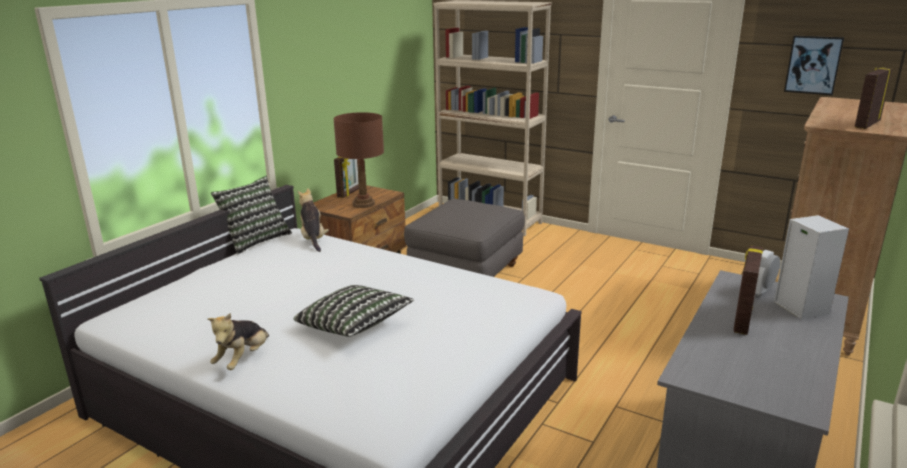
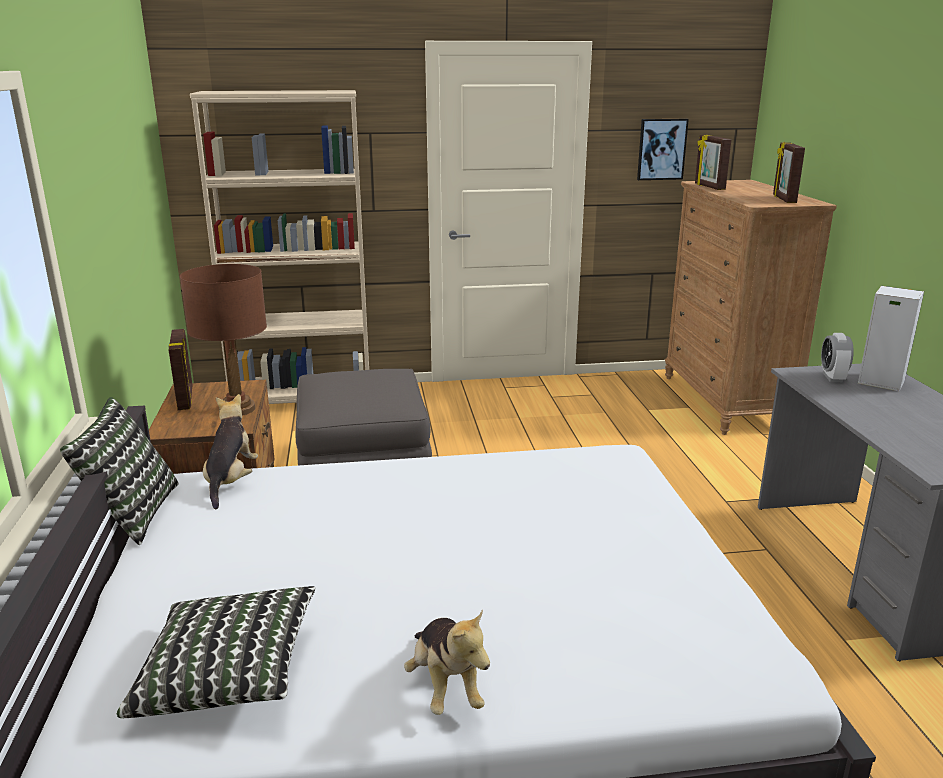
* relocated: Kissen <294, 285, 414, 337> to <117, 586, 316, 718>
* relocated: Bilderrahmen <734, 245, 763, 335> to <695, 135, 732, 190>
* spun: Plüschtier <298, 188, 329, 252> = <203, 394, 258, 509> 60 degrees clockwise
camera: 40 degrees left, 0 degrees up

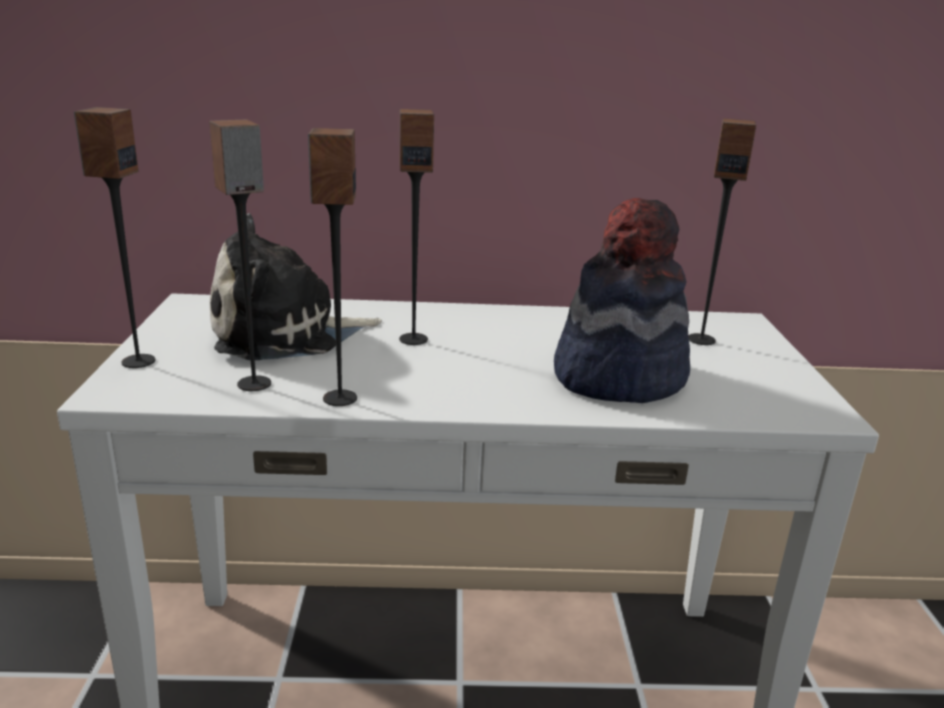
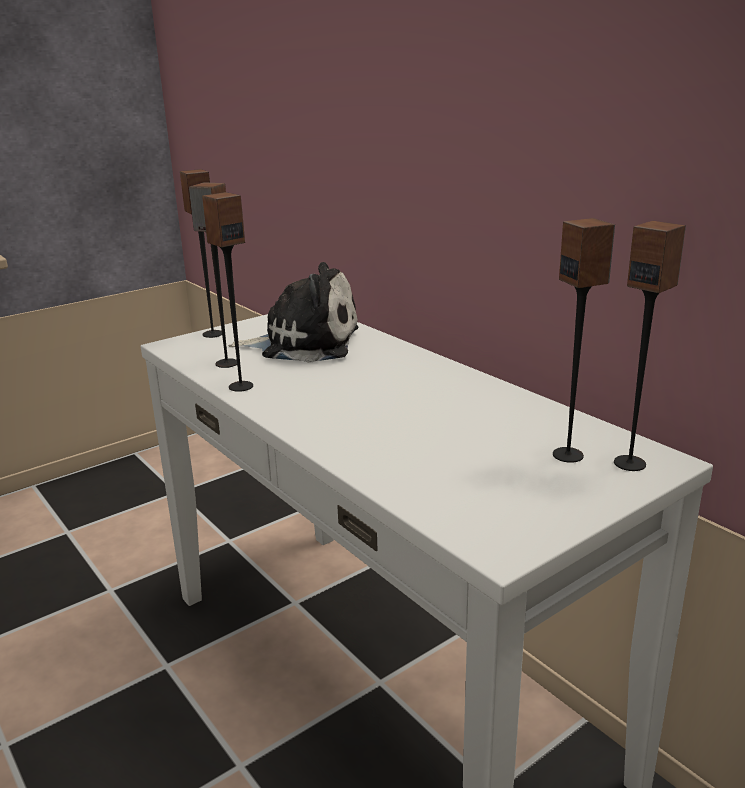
* missing: Hut <554, 198, 690, 403>
* relocated: Lautsprecher <399, 109, 434, 345> to <614, 221, 686, 471>
* spun: Plüschtier <210, 213, 382, 360> = <228, 262, 358, 363> 150 degrees clockwise
camera: 55 degrees right, 0 degrees up

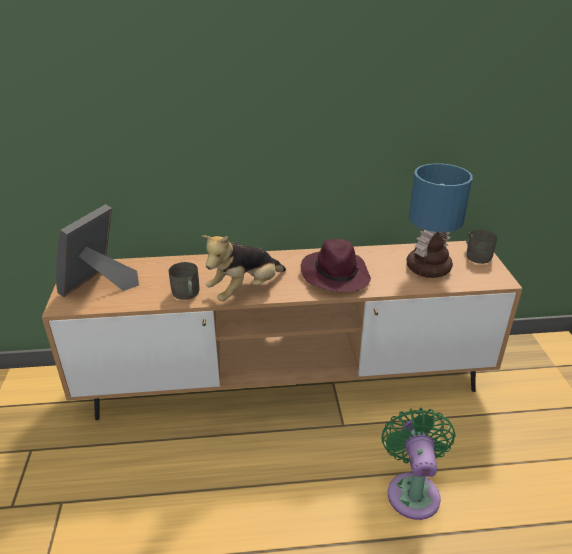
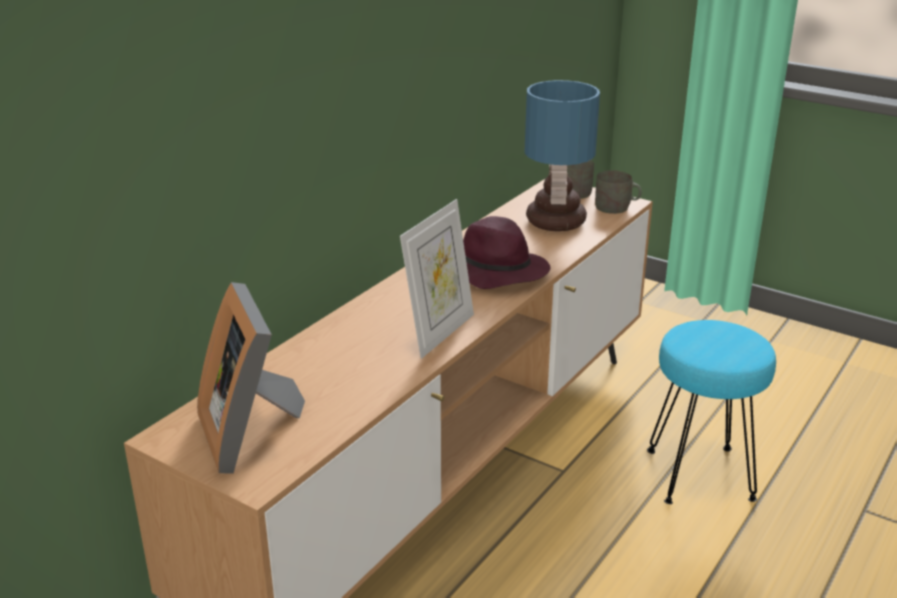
* relocated: Henkelbecher/grau <169, 262, 199, 300> to <595, 170, 642, 214>
* exchanged: Plüschtier <201, 235, 286, 301> to Bilderrahmen <400, 199, 474, 359>
* exchanged: Ventilator/grün <381, 408, 455, 520> to Hocker/türkis <647, 320, 776, 504>
camera: 50 degrees left, 5 degrees down

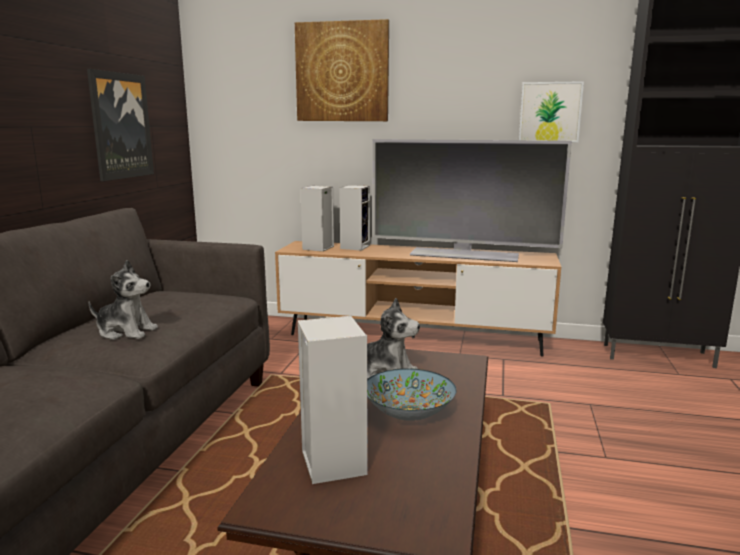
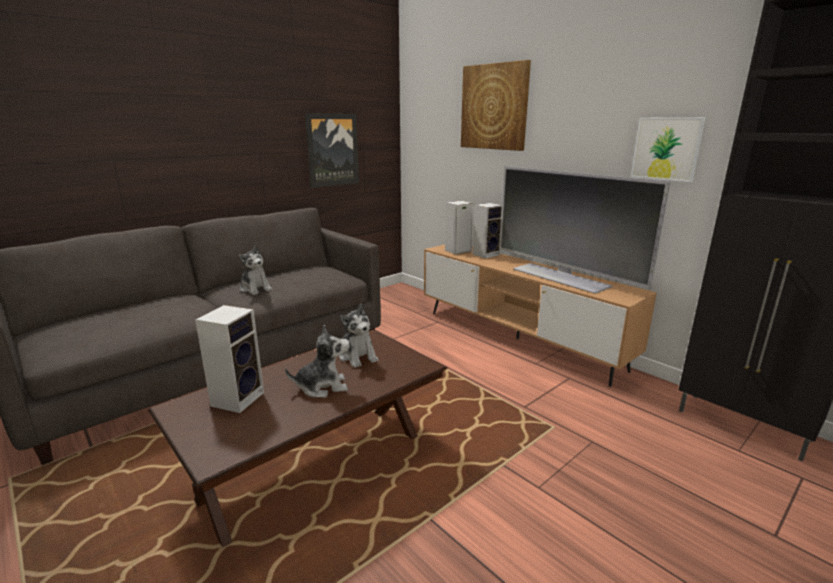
* exchanged: Schüssel <367, 368, 456, 421> to Plüschtier <285, 325, 350, 398>
camera: 35 degrees right, 5 degrees up

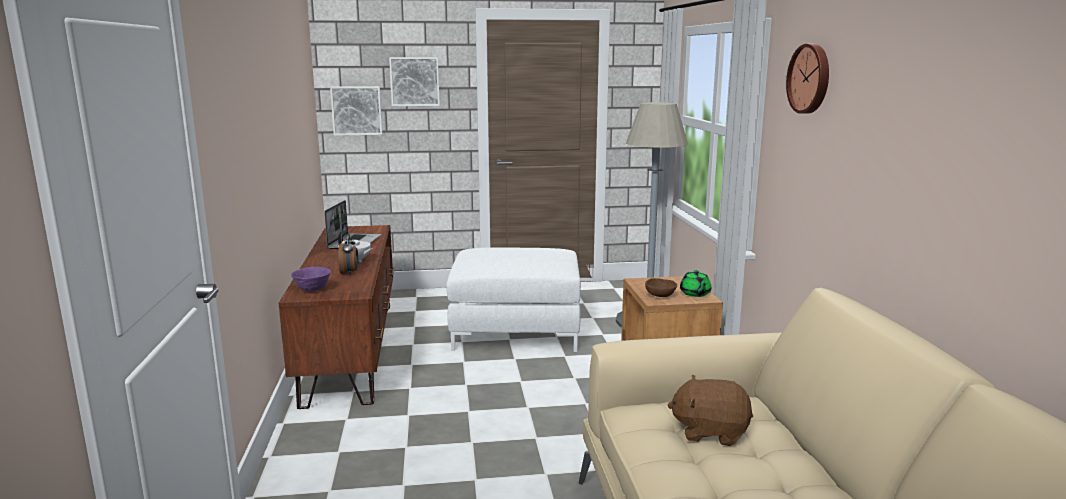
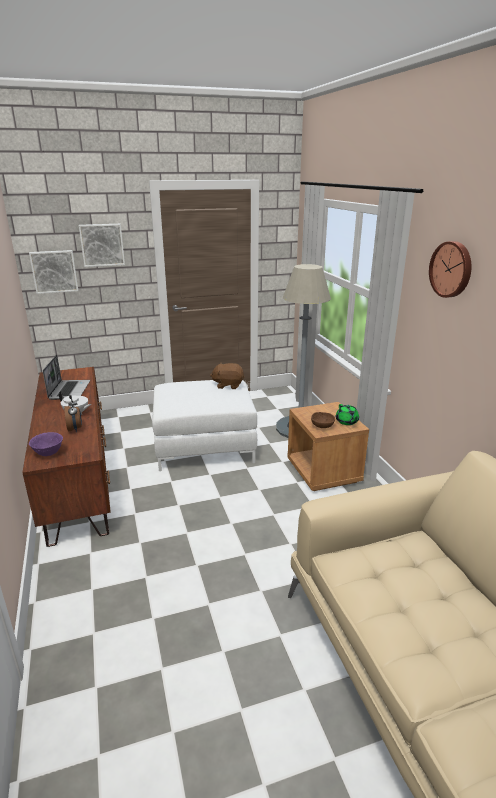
* relocated: Plüschtier/braun <668, 374, 753, 446> to <210, 363, 245, 389>
camera: 10 degrees left, 10 degrees up

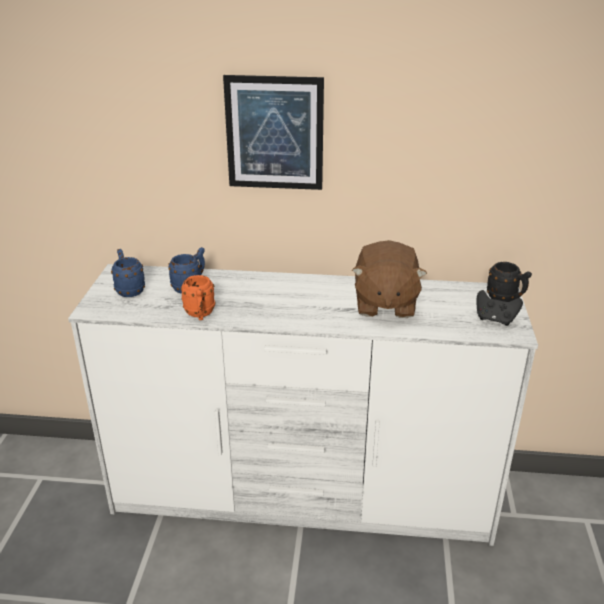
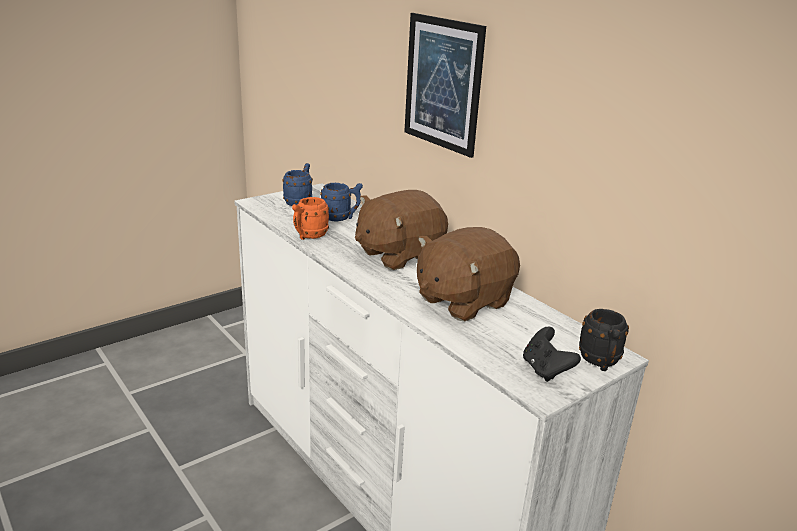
* appeared: Plüschtier/braun <355, 190, 448, 270>
camera: 45 degrees right, 5 degrees down

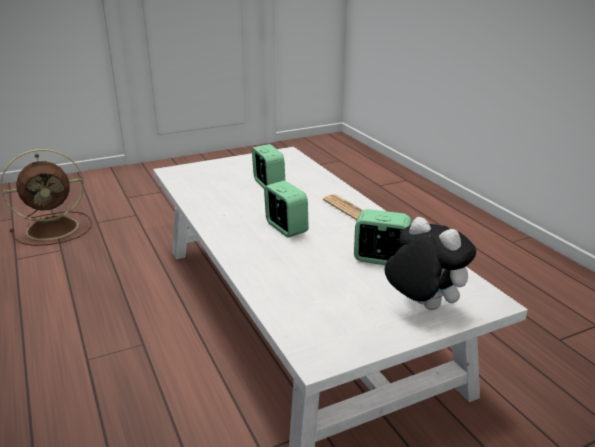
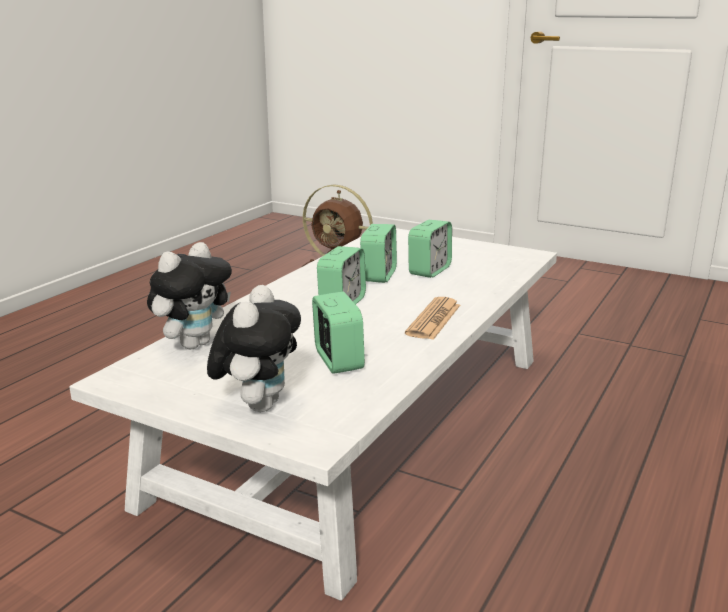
* appeared: Plüschtier <147, 242, 232, 349>
* appeared: Wecker <360, 224, 397, 283>
camera: 55 degrees right, 5 degrees down

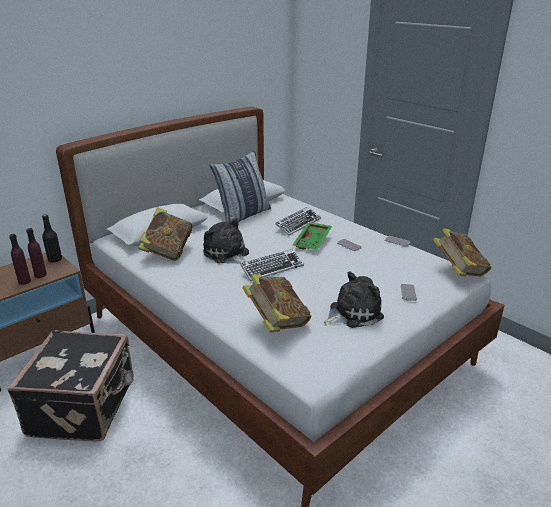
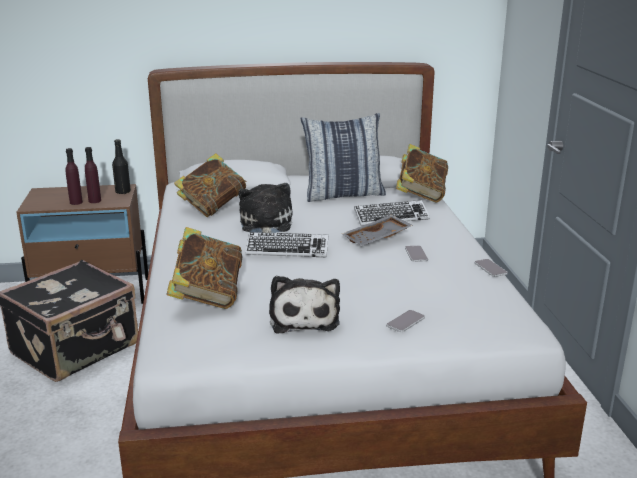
* relocated: Buch <433, 228, 492, 277> to <396, 144, 448, 202>
* colour: Tablett/grün <293, 222, 332, 250> to Tablett/grau <342, 215, 413, 245>
* spun: Plüschtier <323, 271, 384, 328> = <269, 276, 340, 333> 75 degrees clockwise
camera: 35 degrees right, 5 degrees down

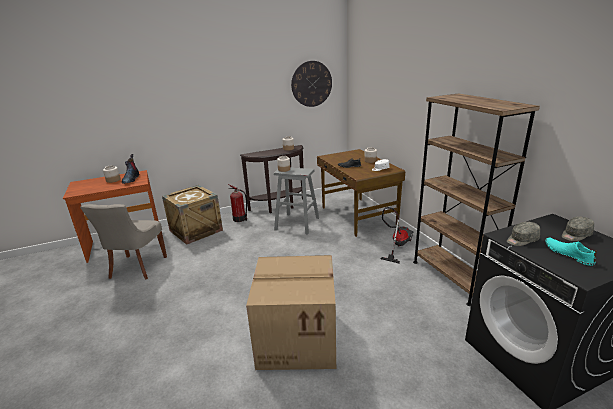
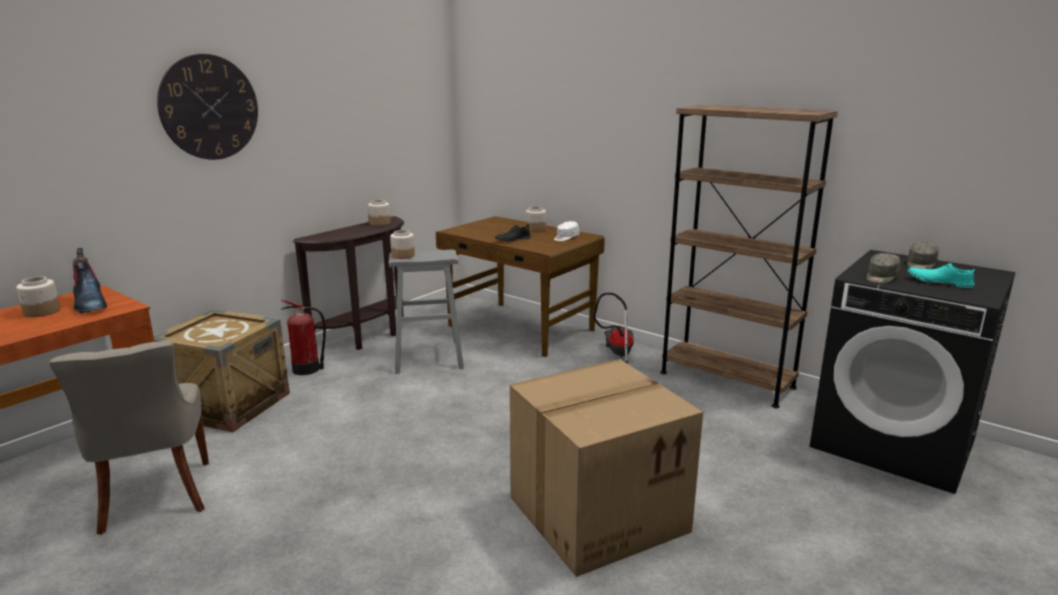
* relocated: Wanduhr <291, 61, 332, 107> to <157, 54, 258, 160>
camera: 30 degrees left, 5 degrees down

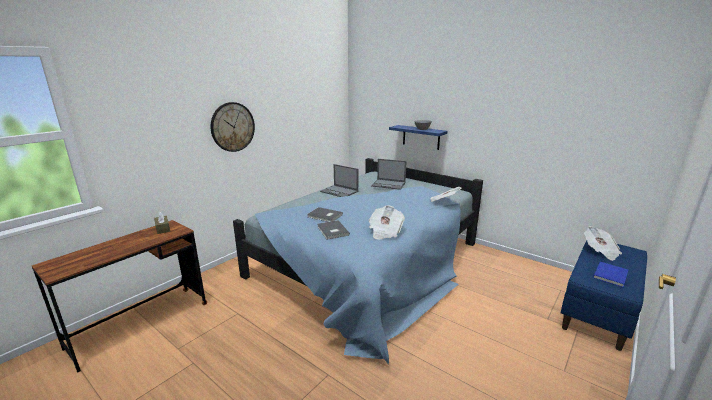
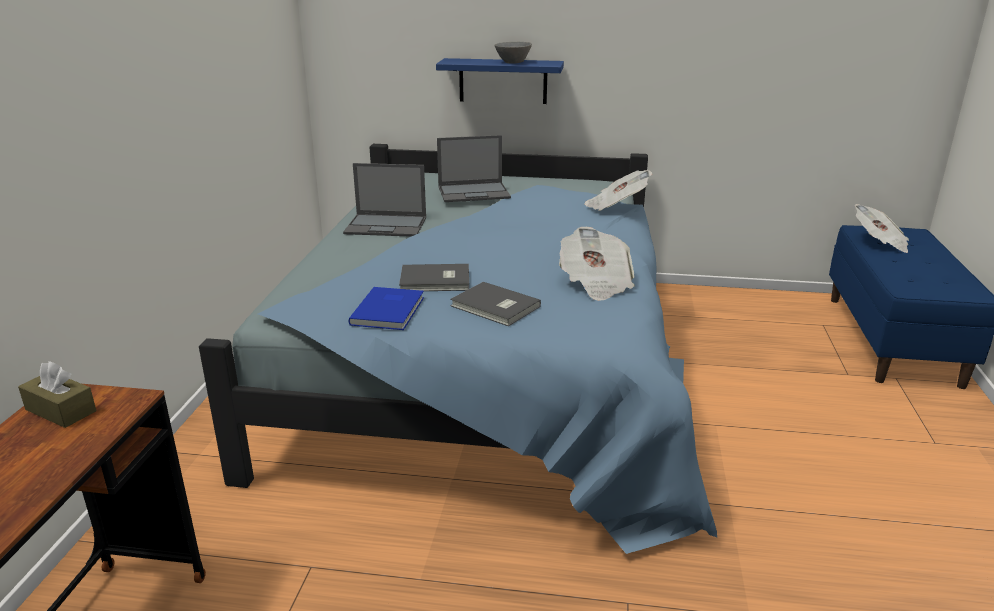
* missing: Wanduhr <210, 102, 255, 152>
* relocated: Buch/blau <593, 262, 628, 287> to <348, 287, 424, 330>
camera: 30 degrees left, 5 degrees up

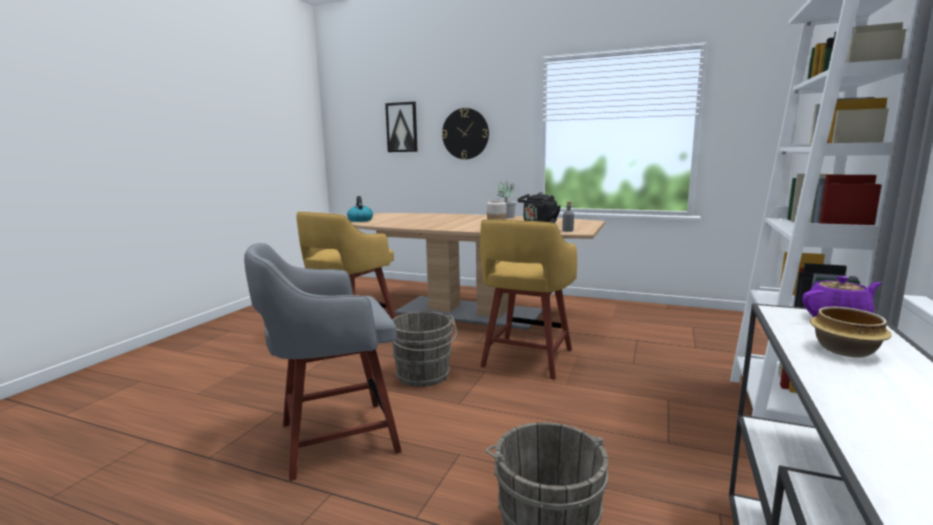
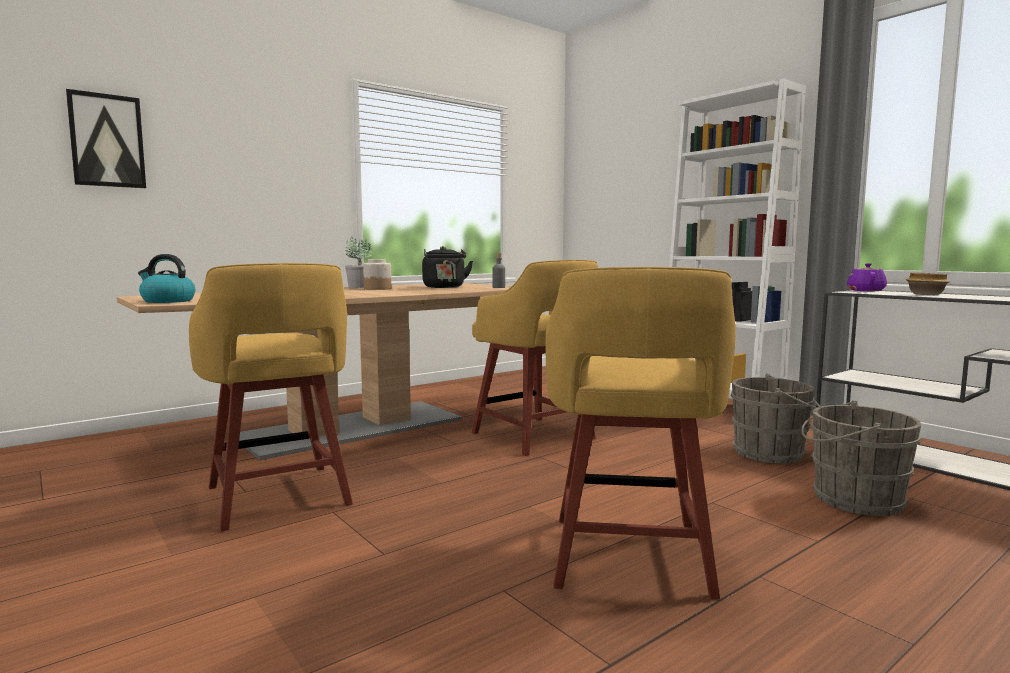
* missing: Wanduhr <442, 108, 489, 159>
* relocated: Eimer/grau <392, 312, 457, 387> to <730, 374, 821, 463>
* colour: Hocker/grau <244, 243, 402, 481> to Hocker/gelb <545, 267, 736, 599>
camera: 60 degrees left, 5 degrees down

